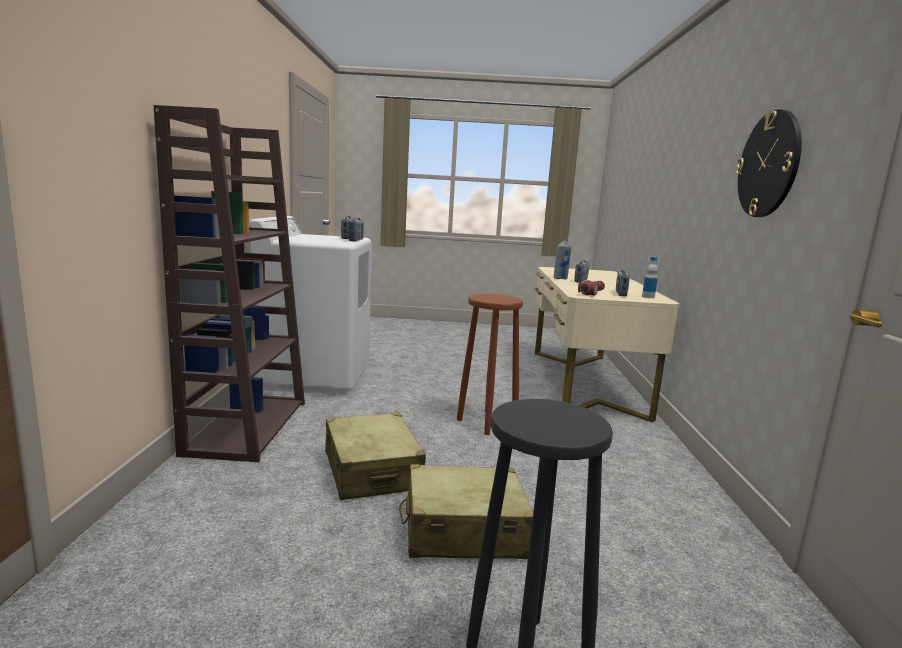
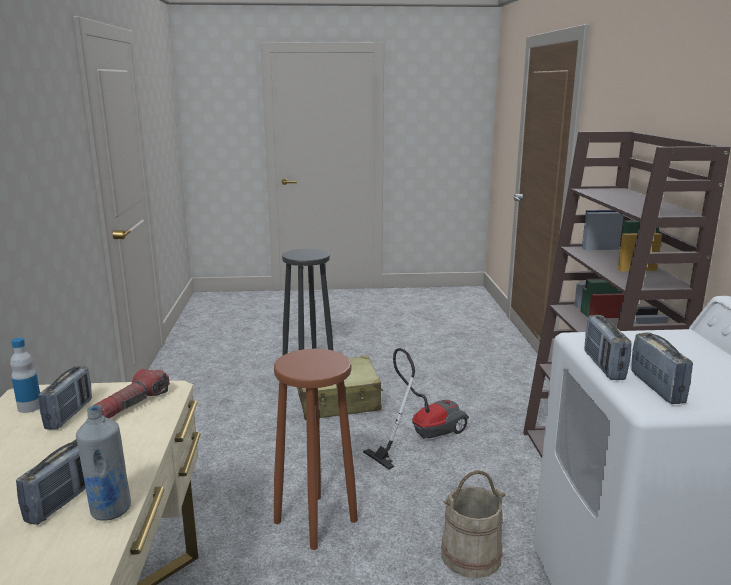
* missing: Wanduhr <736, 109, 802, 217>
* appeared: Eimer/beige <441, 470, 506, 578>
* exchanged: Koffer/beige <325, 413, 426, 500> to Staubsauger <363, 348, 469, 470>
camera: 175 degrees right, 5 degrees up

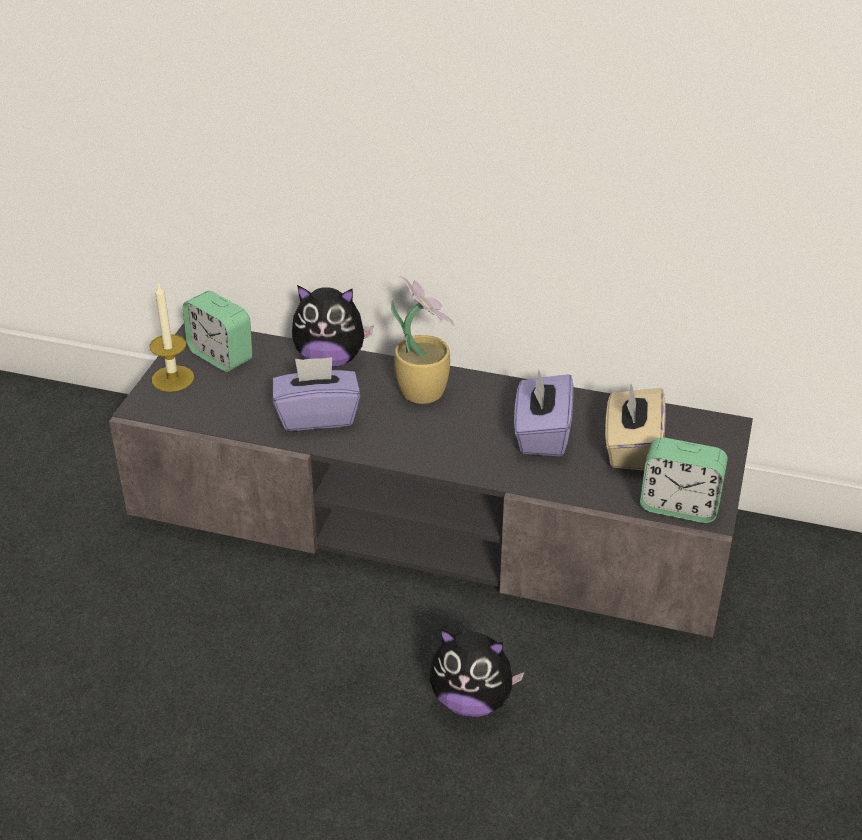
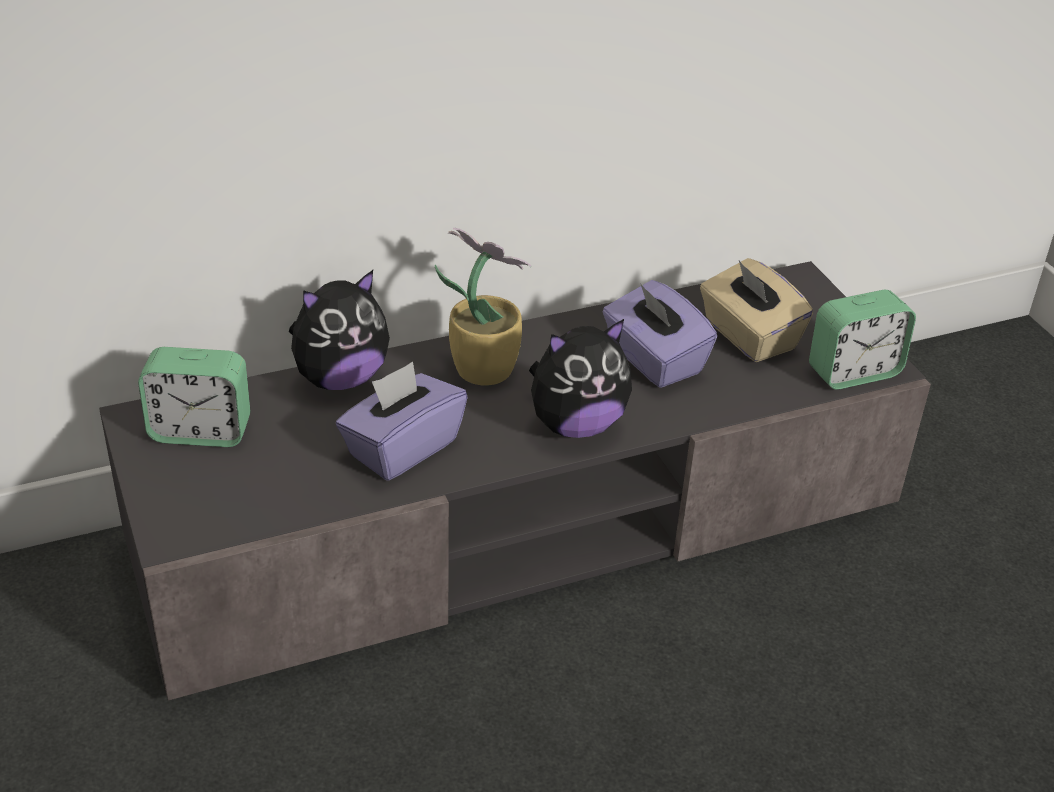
* missing: Kerze <150, 282, 194, 392>
* relocated: Plüschtier <430, 629, 524, 717> to <529, 319, 632, 438>
camera: 40 degrees left, 0 degrees up

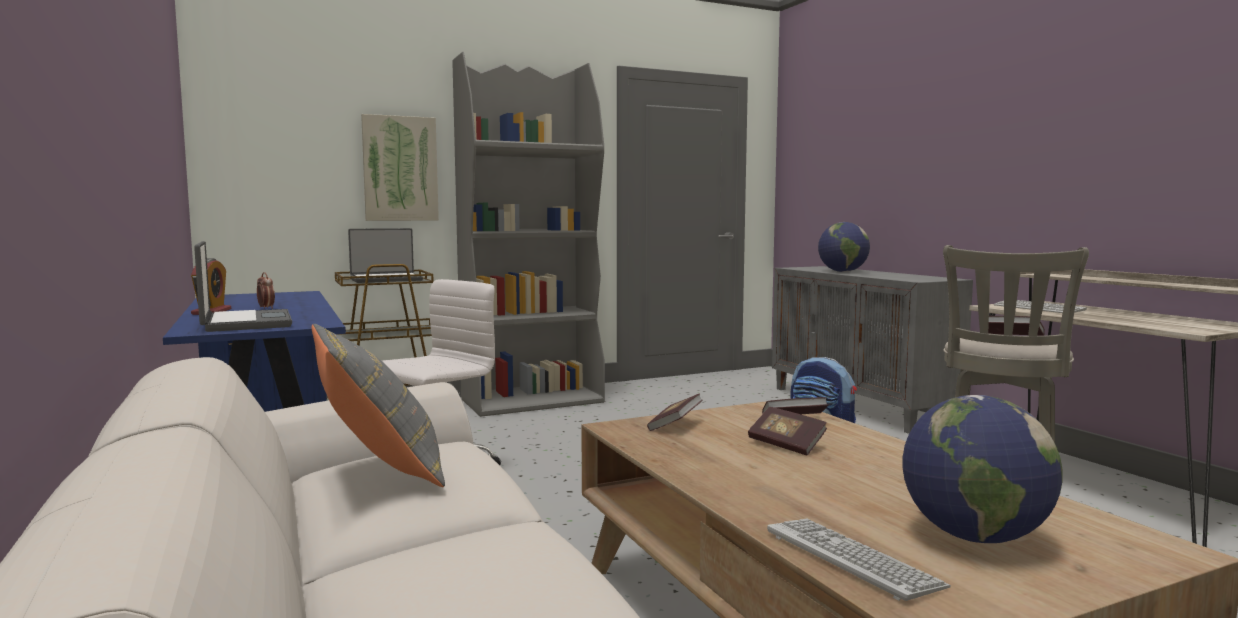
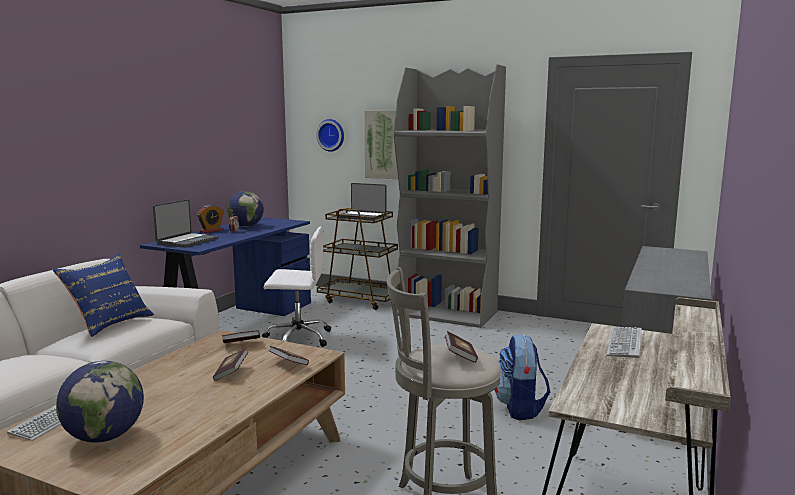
* appeared: Wanduhr <316, 119, 344, 152>
* relocated: Globus <818, 222, 870, 272> to <227, 191, 264, 227>
* colour: Kissen/grau <312, 324, 445, 487> to Kissen/blau <53, 253, 154, 337>
camera: 50 degrees right, 5 degrees up

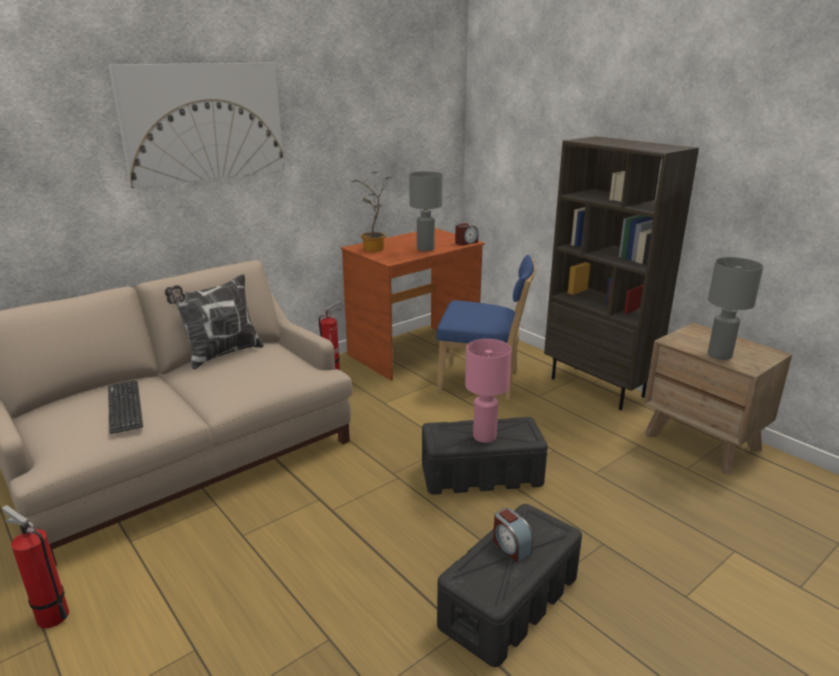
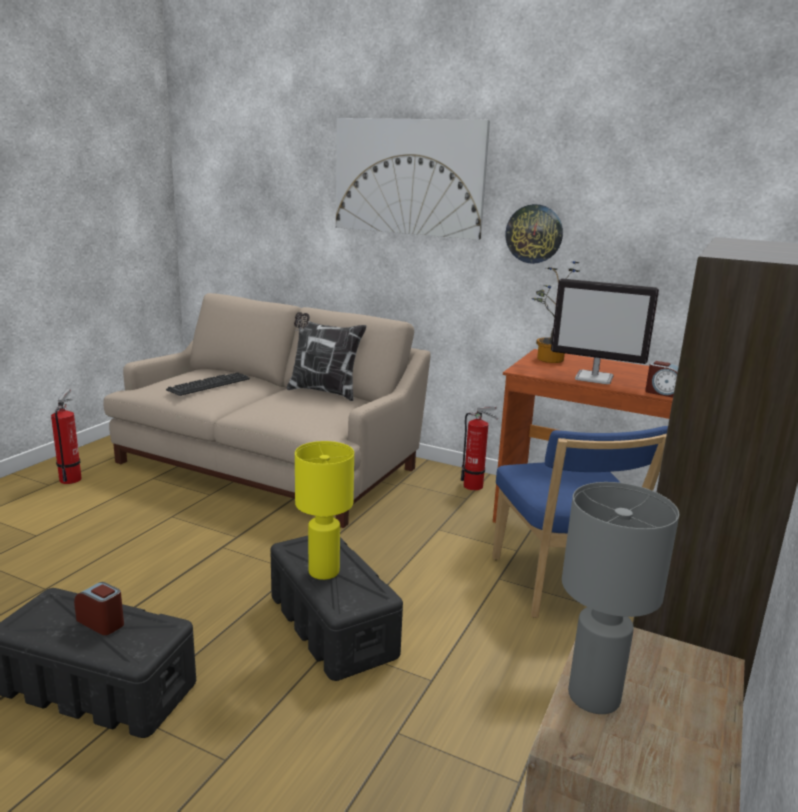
* appeared: Wanduhr <505, 204, 563, 264>
* exchanged: Tischlampe/grau <409, 171, 443, 251> to Monitor <551, 278, 659, 384>
* colour: Tischlampe/rosa <465, 339, 512, 443> to Tischlampe/gelb <295, 441, 354, 580>
* spun: Wecker <493, 508, 533, 562> = <74, 582, 124, 635> 90 degrees clockwise
camera: 65 degrees right, 5 degrees down

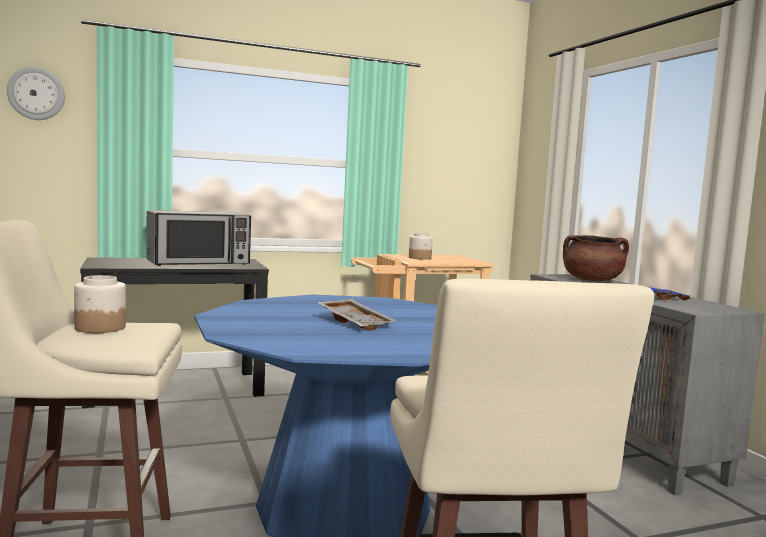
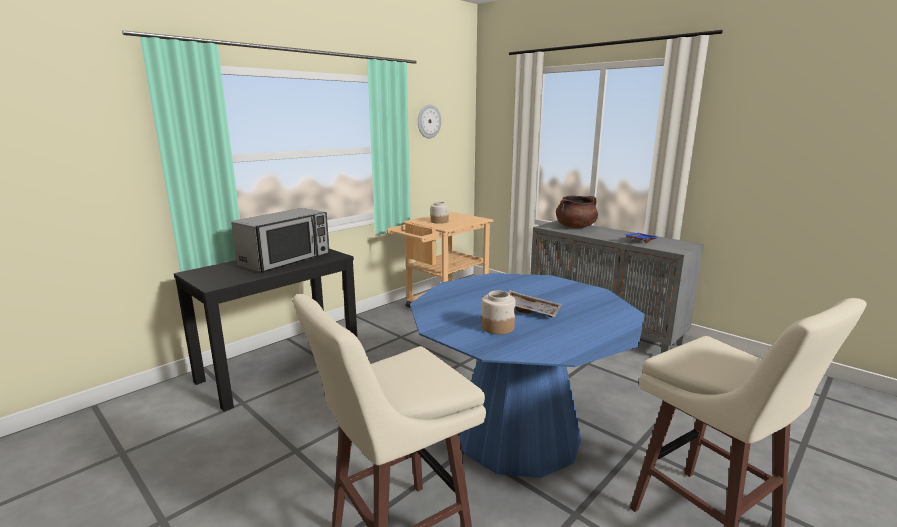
* relocated: Wanduhr <7, 67, 65, 120> to <418, 104, 441, 138>
* relocated: Vorratsglas <74, 275, 126, 333> to <481, 291, 516, 335>
camera: 25 degrees left, 10 degrees up

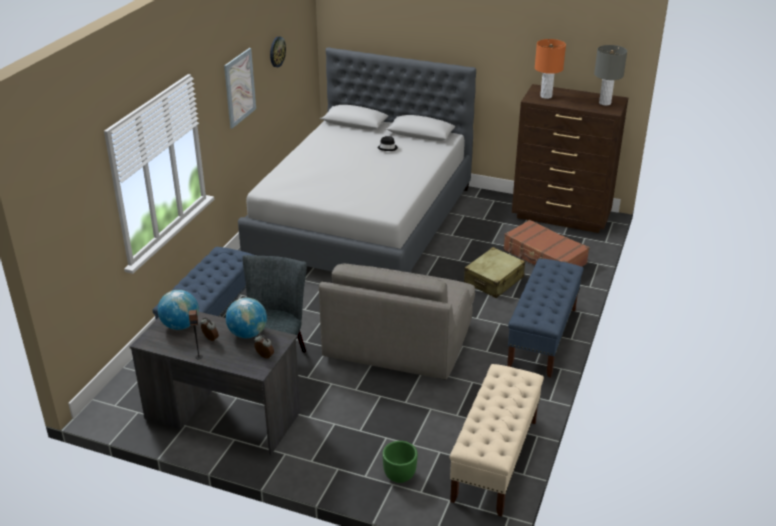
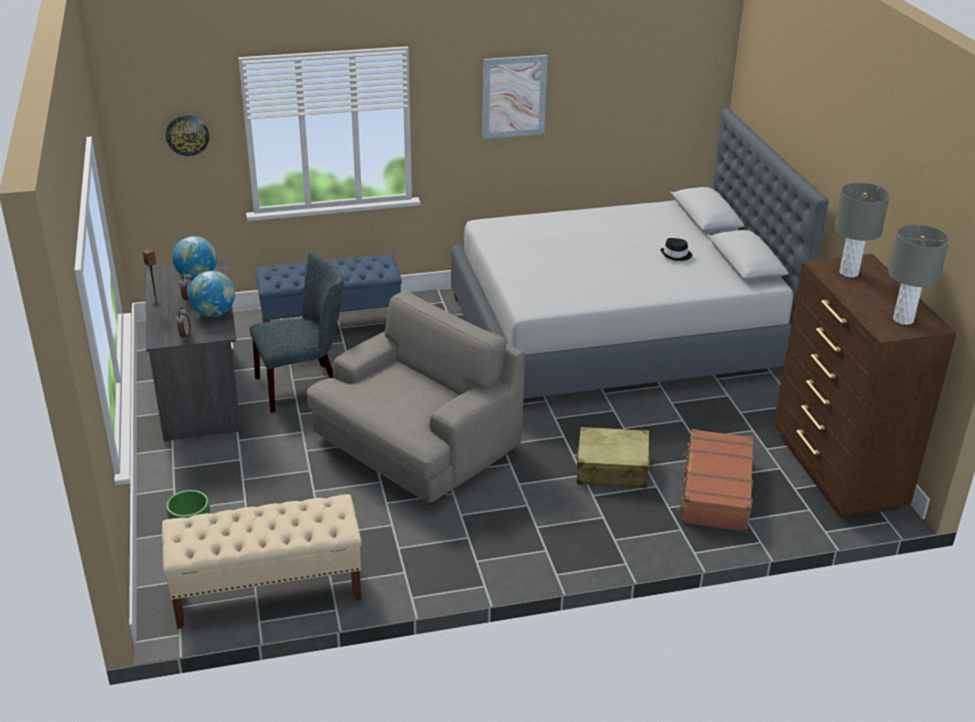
* missing: Bank/blau <507, 259, 584, 377>
* relocated: Wanduhr <270, 36, 286, 67> to <166, 115, 209, 156>
* colour: Tischlampe/orange <535, 39, 566, 99> to Tischlampe/grau <834, 183, 890, 277>
* spun: Sessel/grau <319, 263, 475, 380> = <307, 290, 525, 505> 150 degrees clockwise
camera: 55 degrees right, 0 degrees up

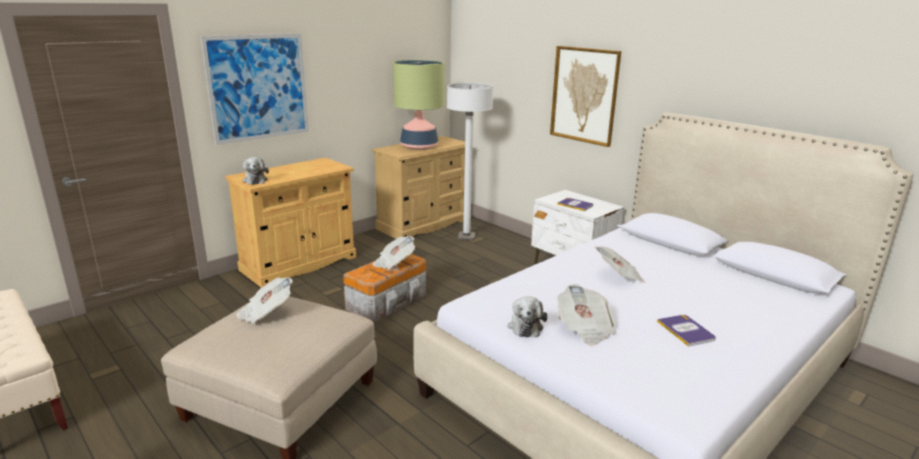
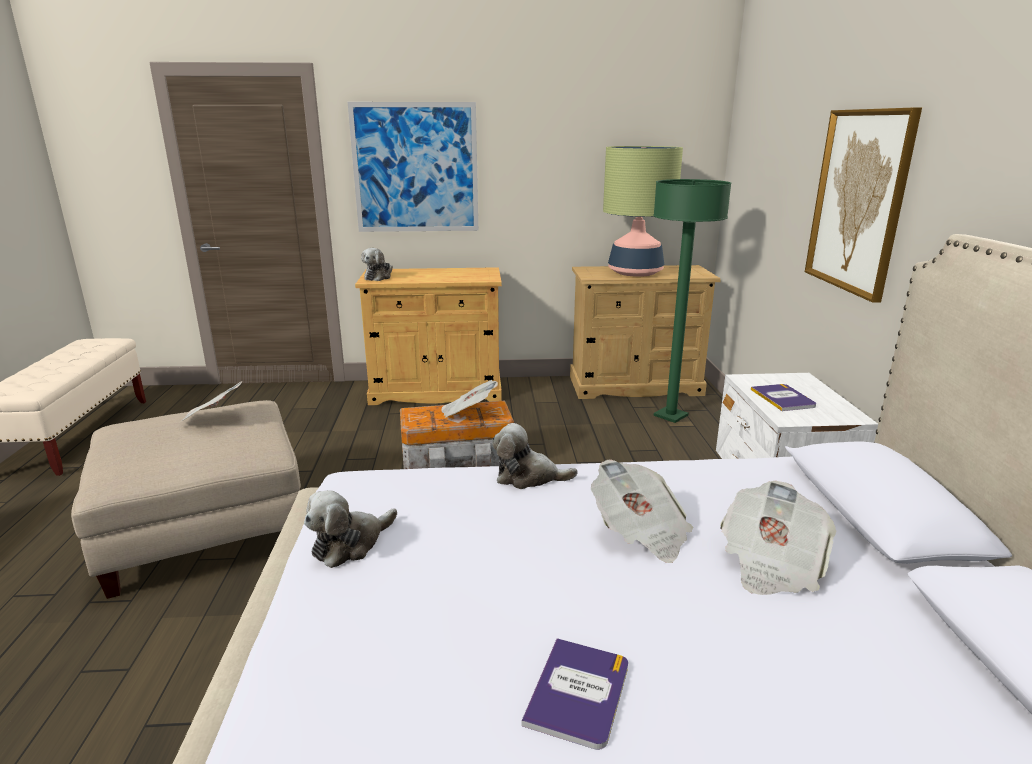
* appeared: Plüschtier <492, 423, 578, 489>
* relocated: Zeitung <557, 284, 616, 346> to <720, 481, 836, 595>
* colour: Stehlampe/weiß <447, 83, 493, 240> to Stehlampe/grün <653, 179, 731, 423>
camera: 40 degrees right, 0 degrees up

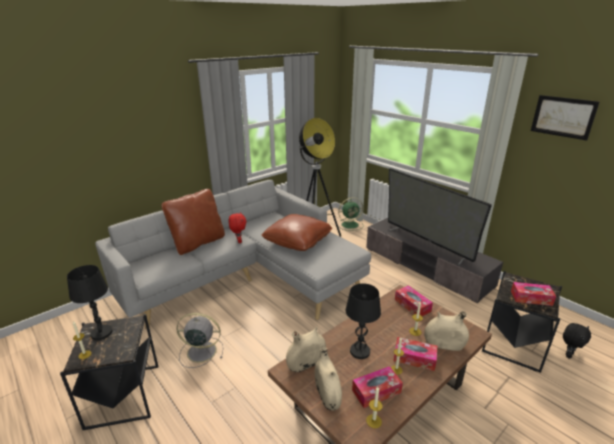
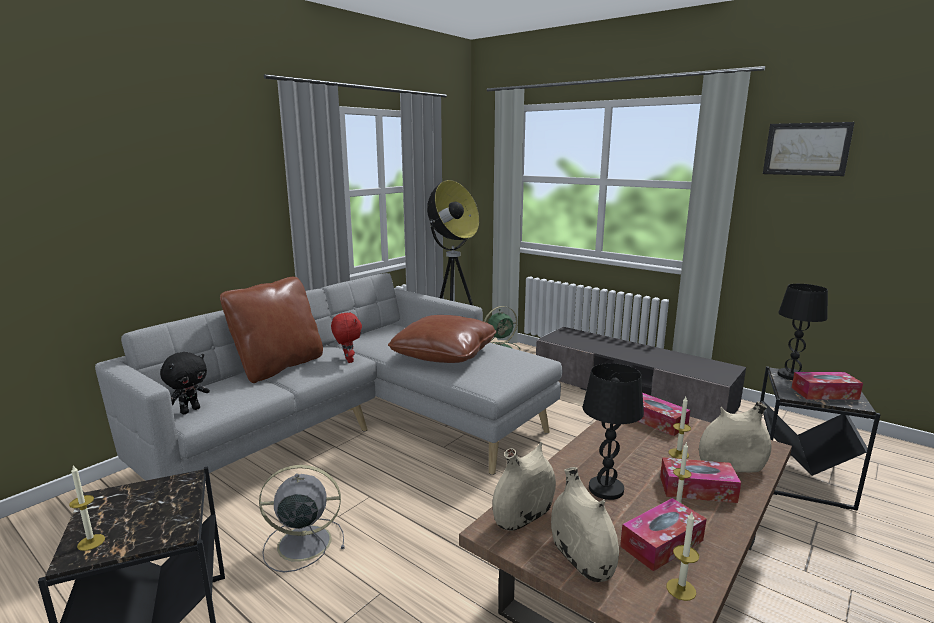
* missing: Fernseher <388, 168, 492, 265>
* relocated: Tischlampe/schwarz <67, 265, 113, 340> to <777, 284, 828, 380>
* relocated: Plüschtier/schwarz <563, 323, 591, 359> to <160, 352, 210, 414>
camera: 10 degrees left, 10 degrees down

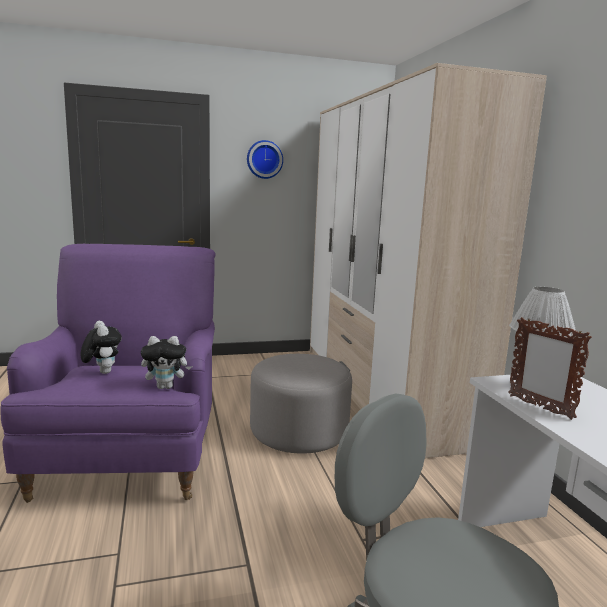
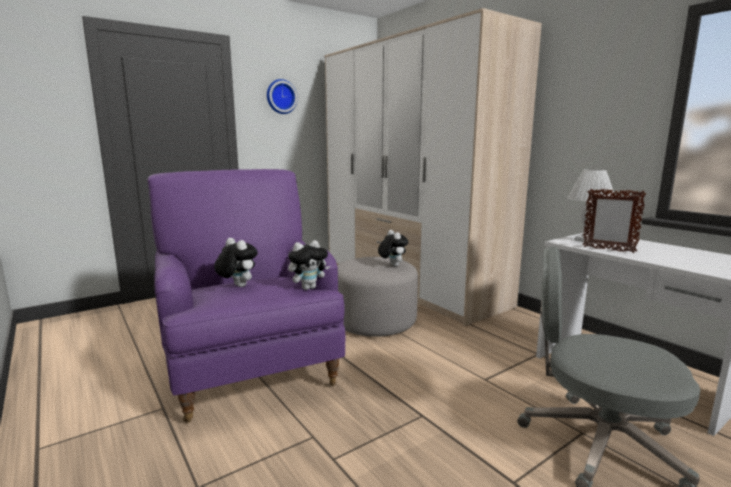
* appeared: Plüschtier <378, 230, 408, 267>
camera: 20 degrees left, 0 degrees up

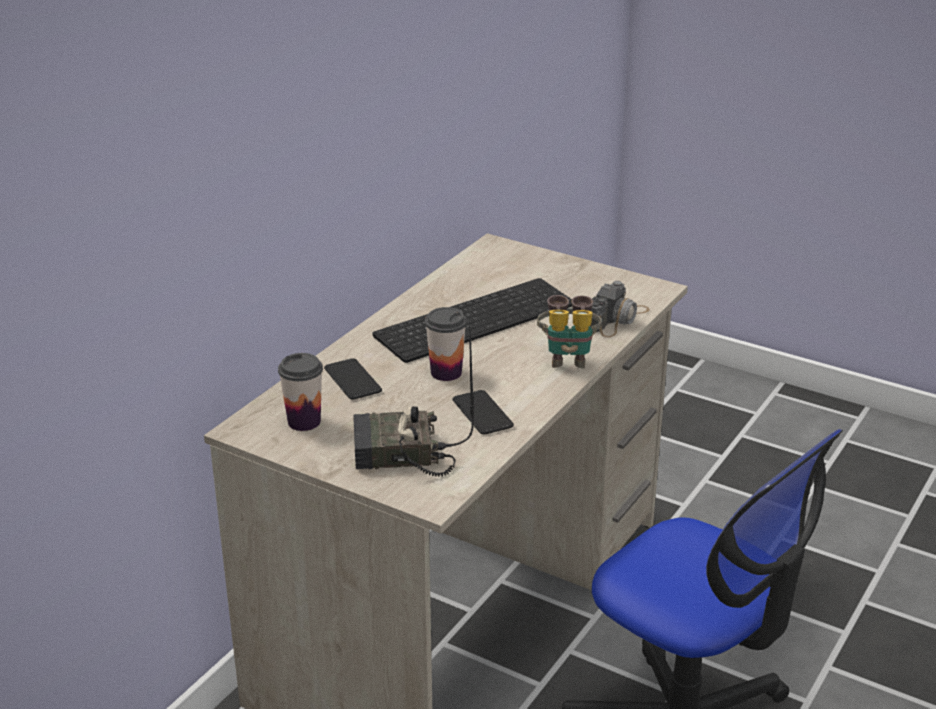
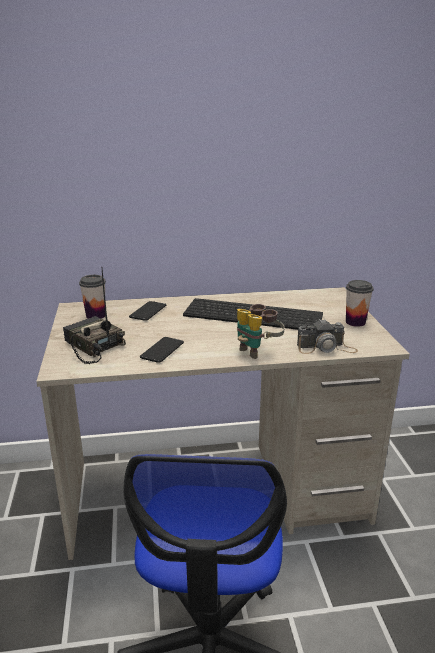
* relocated: Tasse <425, 307, 467, 381> to <346, 280, 374, 327>
camera: 50 degrees right, 5 degrees down

